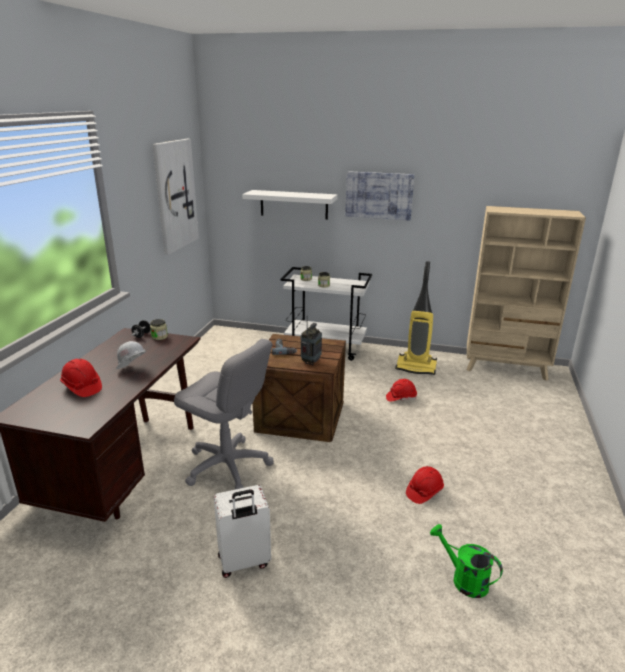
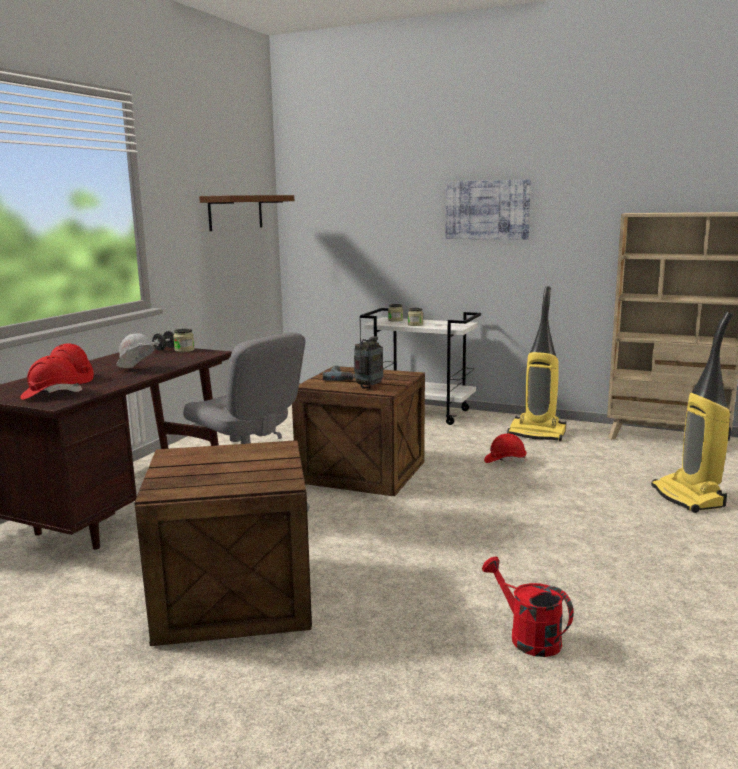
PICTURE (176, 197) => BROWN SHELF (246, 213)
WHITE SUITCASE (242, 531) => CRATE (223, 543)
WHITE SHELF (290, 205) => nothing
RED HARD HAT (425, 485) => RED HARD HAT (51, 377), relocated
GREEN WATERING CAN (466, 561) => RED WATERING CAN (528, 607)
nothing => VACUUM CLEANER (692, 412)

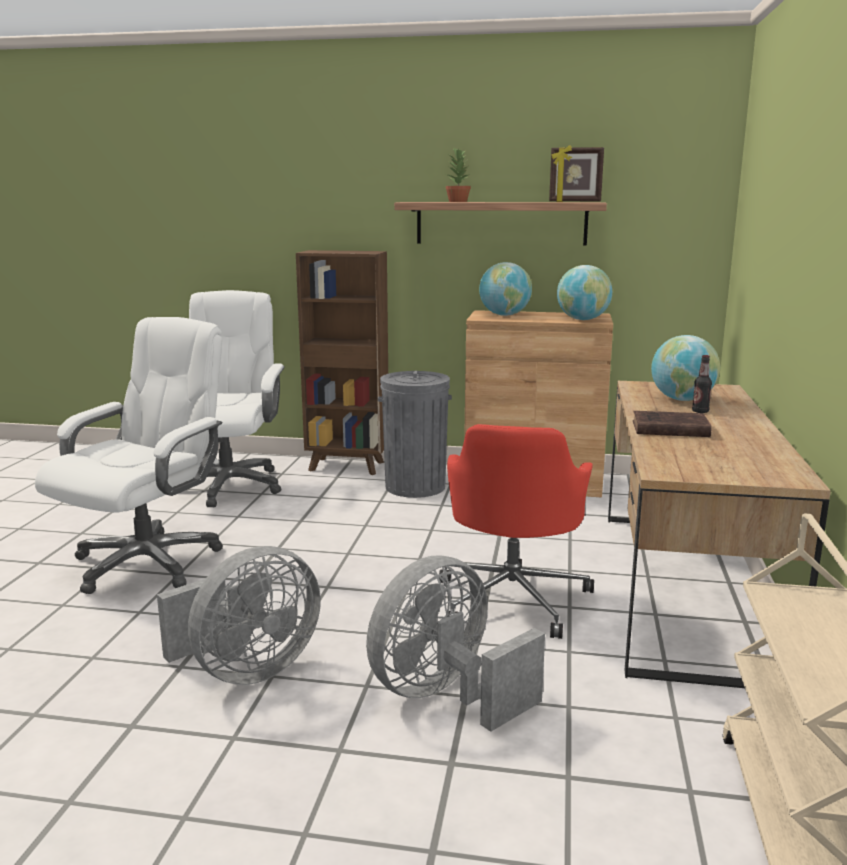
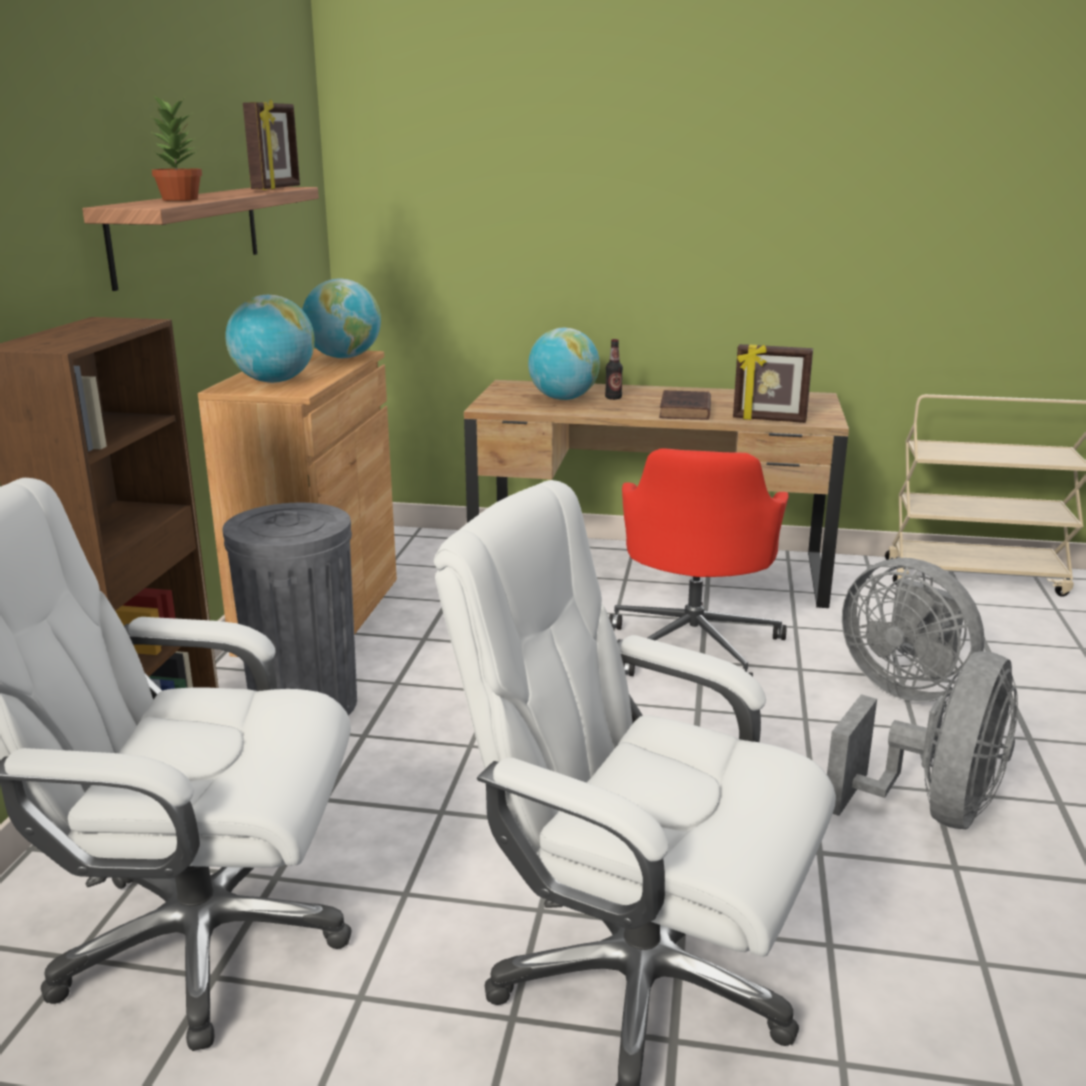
GREY FAN (239, 615) => GREY FAN (922, 740), 75 degrees clockwise
RED OFFICE CHAIR (516, 531) => RED OFFICE CHAIR (699, 562), 90 degrees clockwise
nothing => PICTURE FRAME (773, 383)

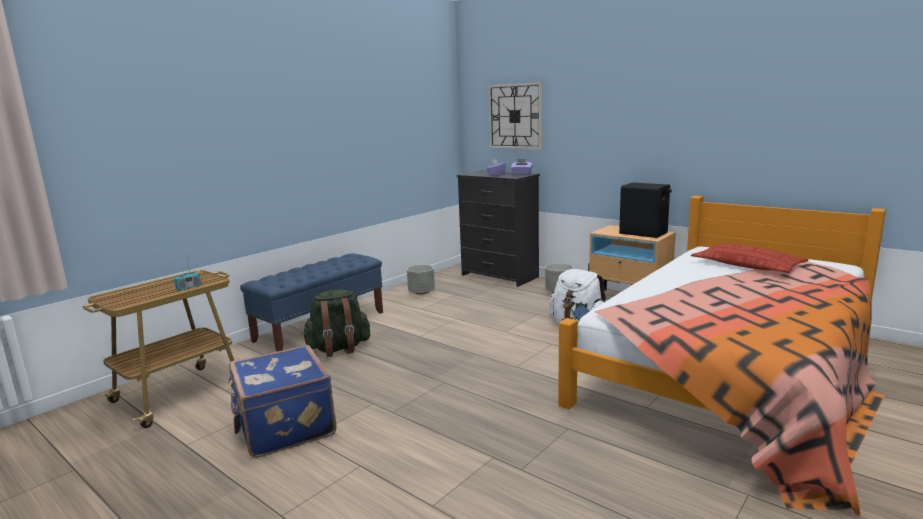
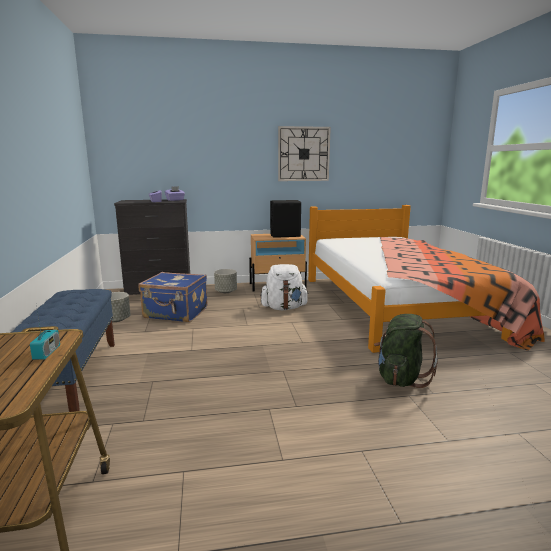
BLUE SUITCASE (282, 401) => BLUE SUITCASE (173, 297), relocated
GREEN BACKPACK (336, 323) => GREEN BACKPACK (406, 351), relocated
WALL CLOCK (515, 115) => WALL CLOCK (304, 153), relocated
PILLOW (749, 258) => nothing

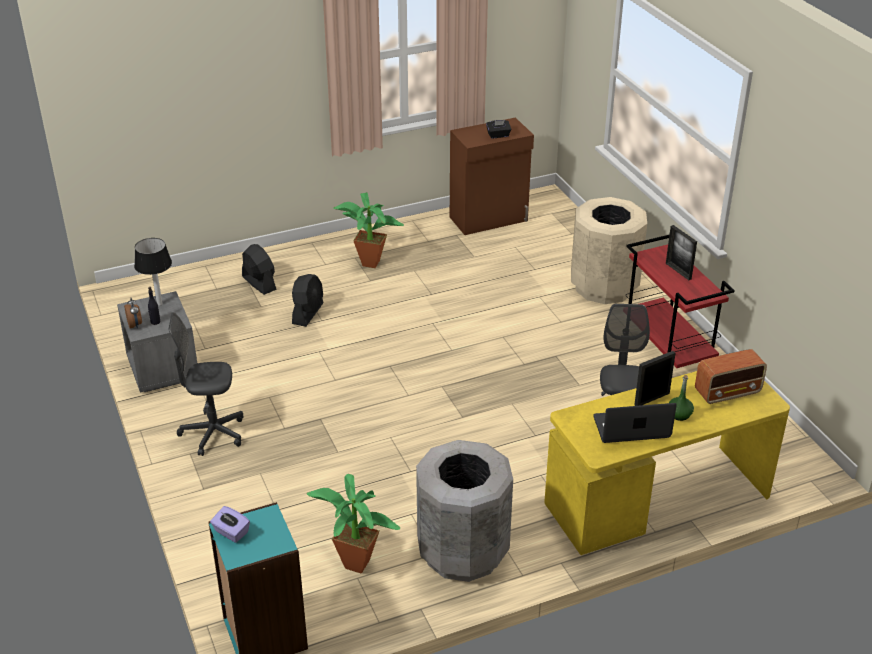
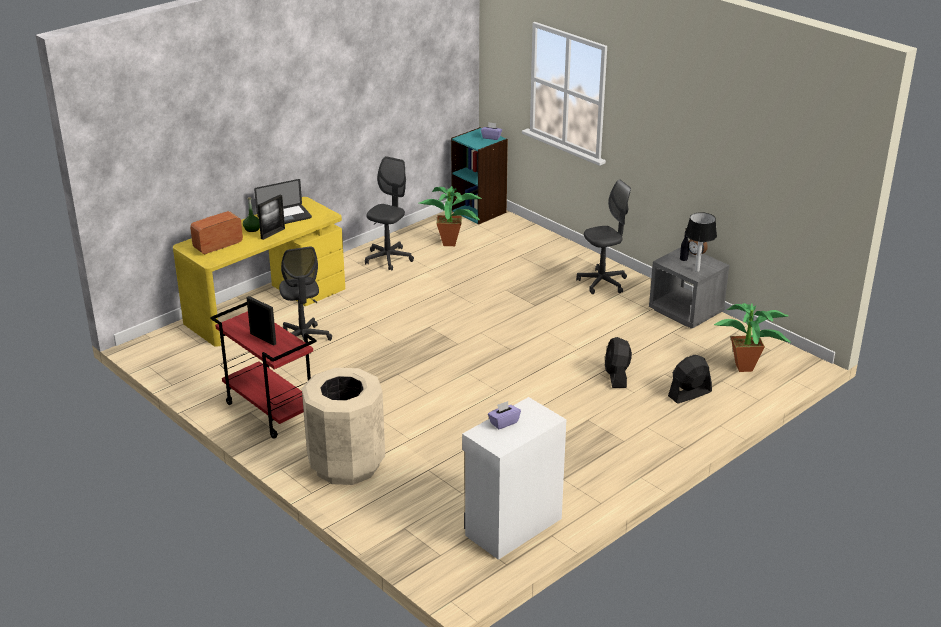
BLACK FAN (259, 269) => BLACK FAN (690, 379), 120 degrees clockwise
POTTED PLANT (369, 230) => POTTED PLANT (752, 337), relocated
GREY TRASH CAN (464, 511) => GREY OFFICE CHAIR (389, 213)
BROWN CABINET (492, 176) => WHITE CABINET (514, 478)
BLACK TISSUE BOX (498, 129) => PURPLE TISSUE BOX (504, 415)

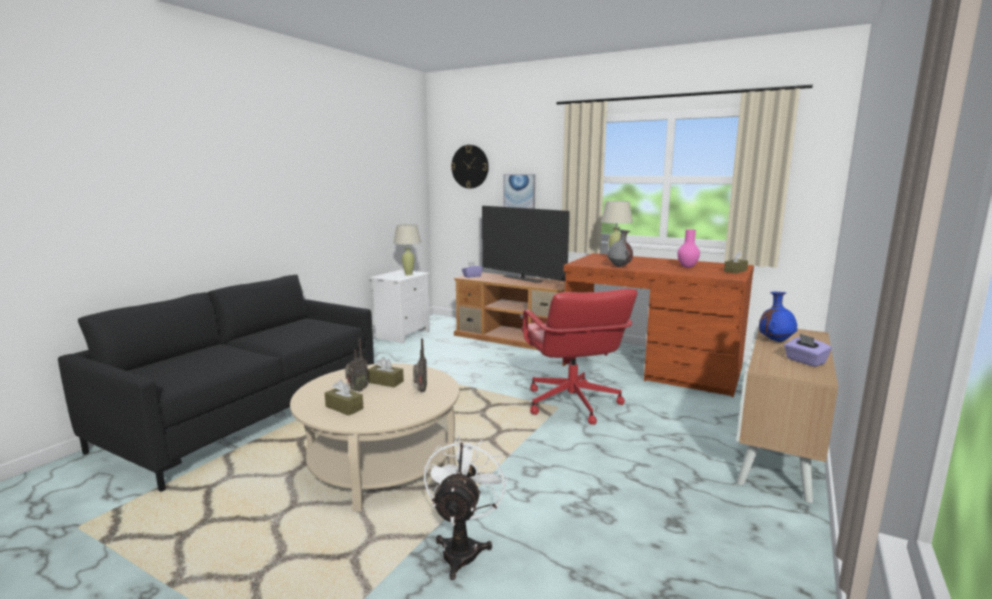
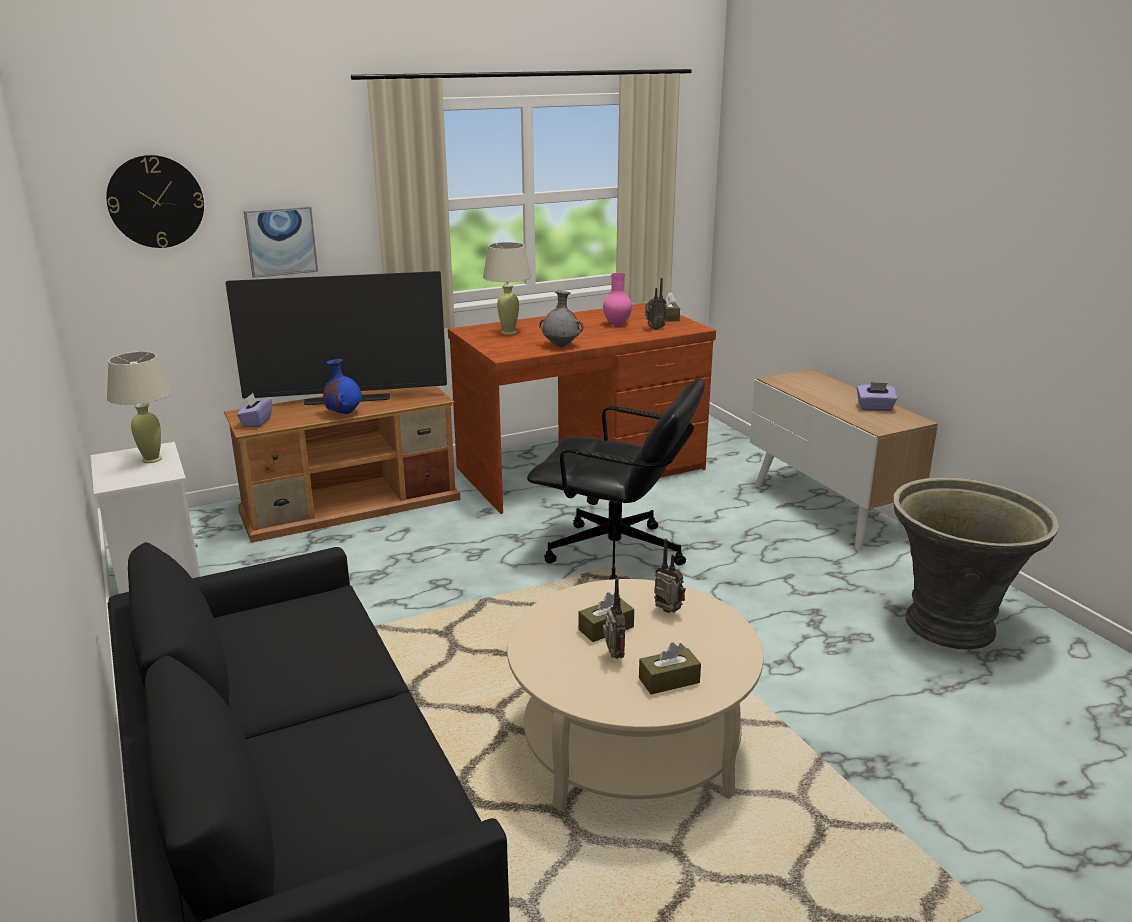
WHITE FAN (465, 508) => nothing
RED OFFICE CHAIR (579, 357) => BLACK OFFICE CHAIR (616, 479)
BLUE VASE (778, 317) => BLUE VASE (342, 386), relocated
nothing => RADIO (656, 304)
nothing => GREY PLANTER (976, 563)

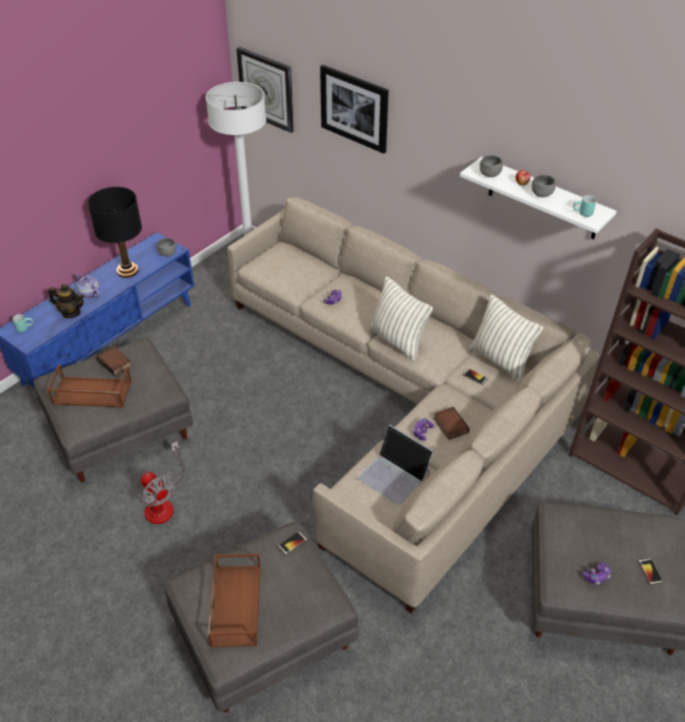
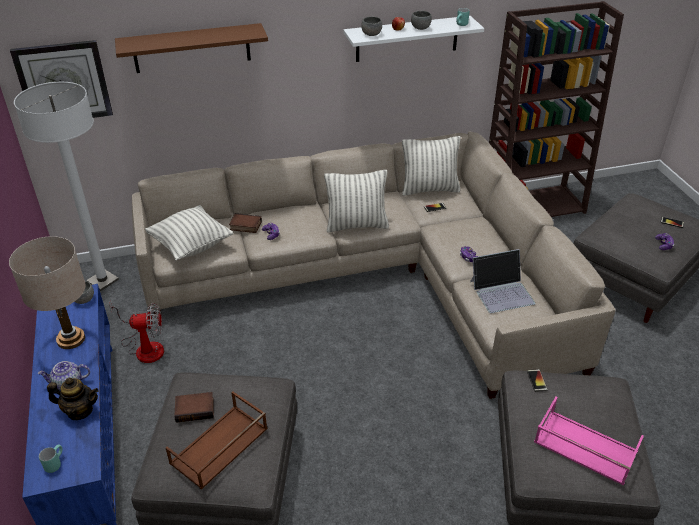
TEAPOT (66, 301) => TEAPOT (73, 399), 45 degrees clockwise
BLACK TABLE LAMP (115, 232) => BEIGE TABLE LAMP (47, 292)
FAN (162, 482) => FAN (136, 332), relocated
BROWN TRAY (234, 600) => PINK TRAY (589, 441)
PICTURE (354, 109) => BROWN SHELF (191, 48)
BOOK (452, 423) => BOOK (245, 223), relocated
nothing => PILLOW (189, 233)

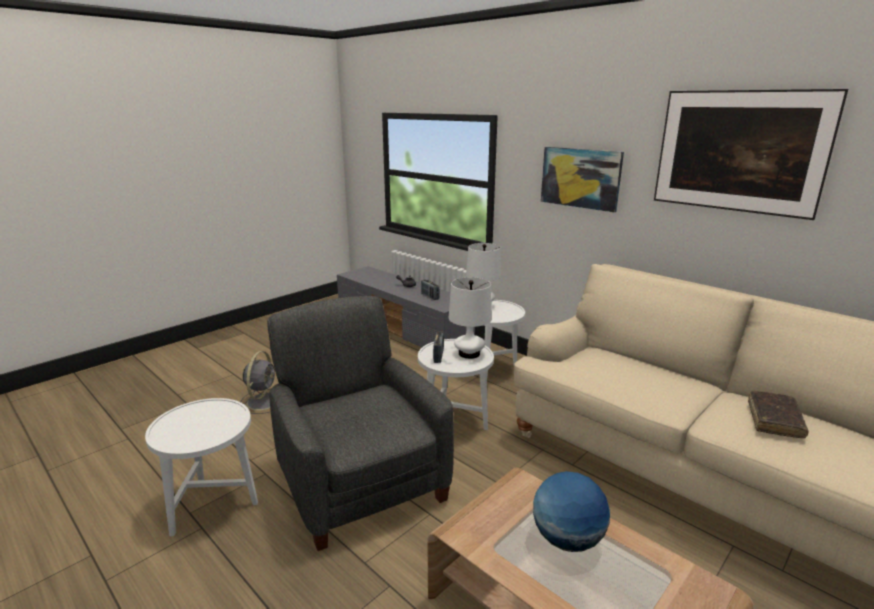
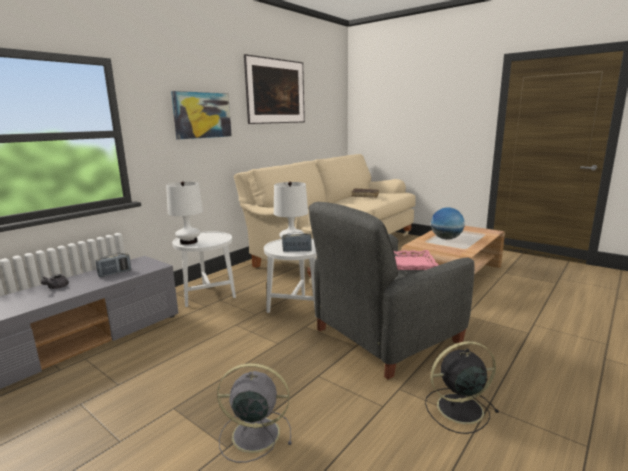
WHITE SIDE TABLE (201, 467) => BLACK FAN (462, 387)
nothing => PINK TRAY (416, 260)

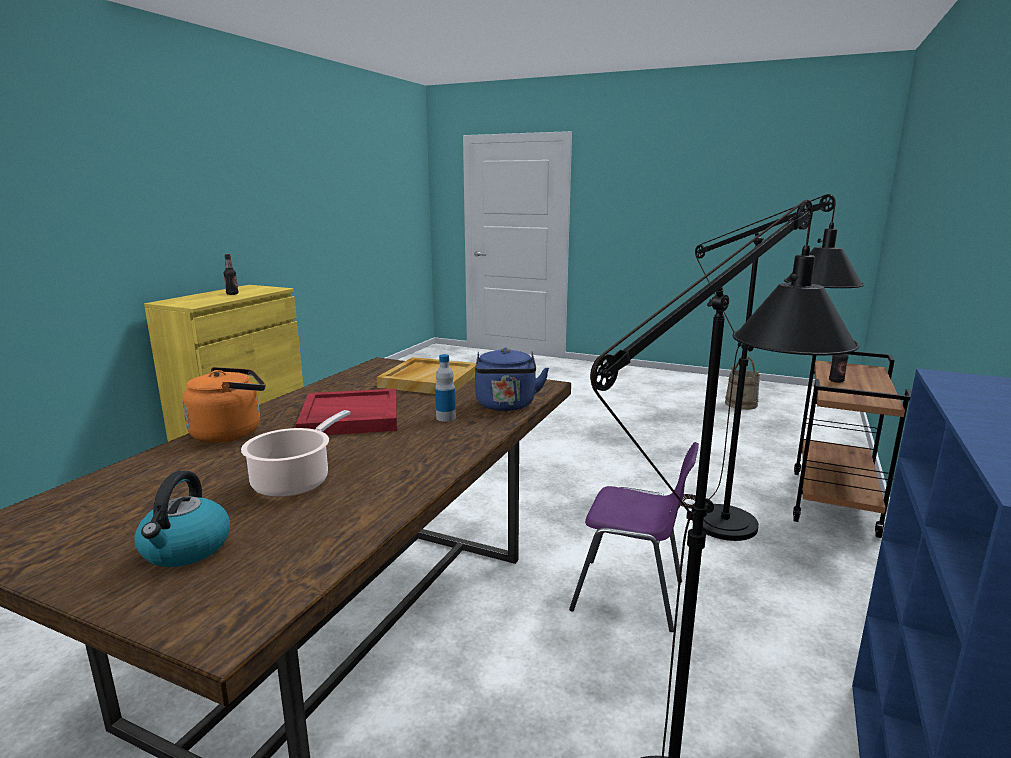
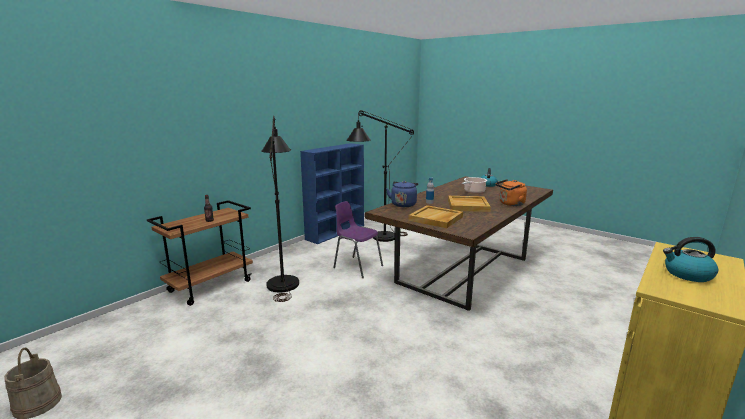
BOTTLE (231, 274) => KETTLE (690, 259)
RED TRAY (346, 412) => BEIGE TRAY (469, 204)

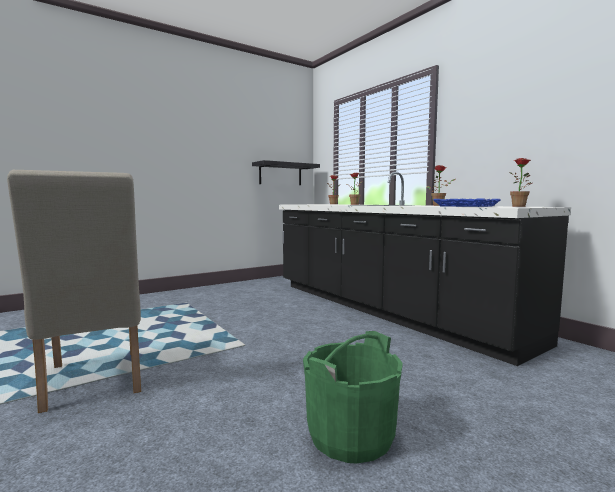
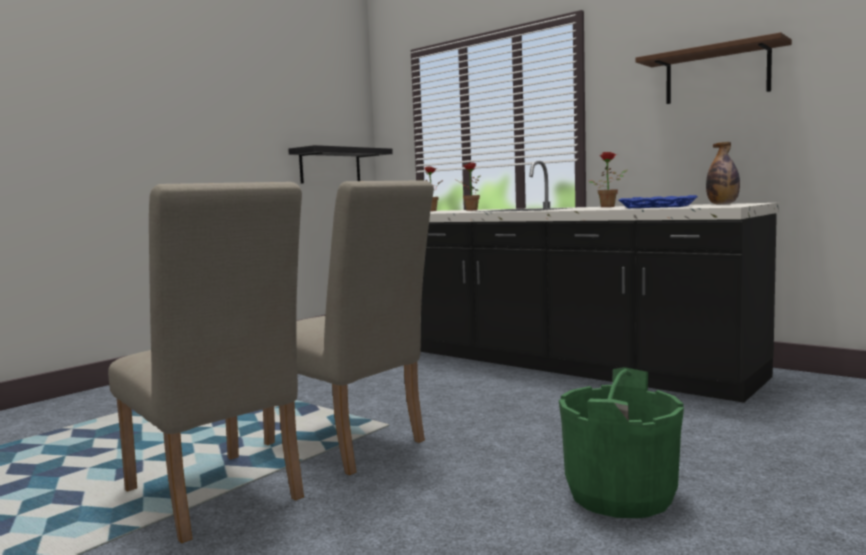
POTTED PLANT (521, 182) => BOTTLE (723, 173)
nothing => BEIGE CHAIR (348, 327)
nothing => BROWN SHELF (714, 68)

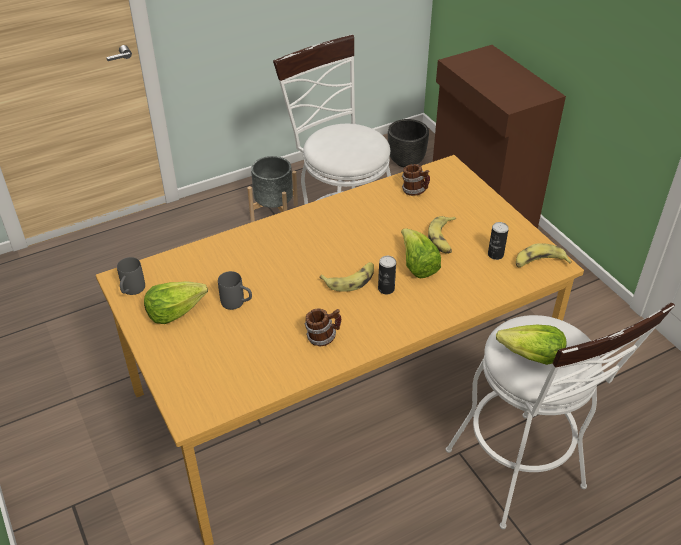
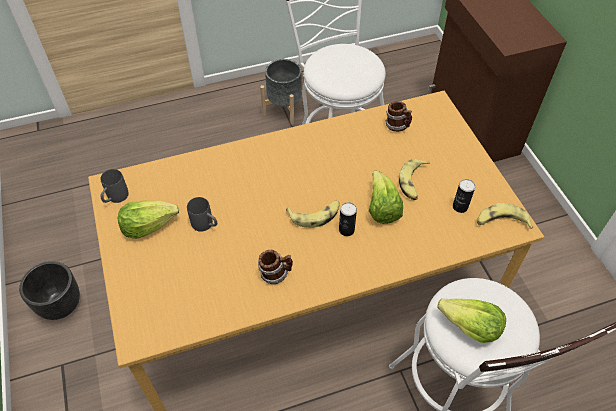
BLACK PLANTER (408, 143) => BLACK PLANTER (49, 290), relocated

